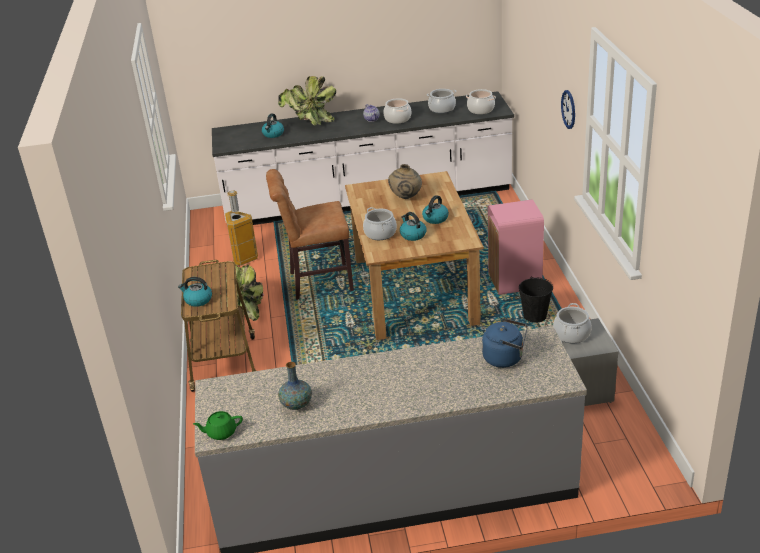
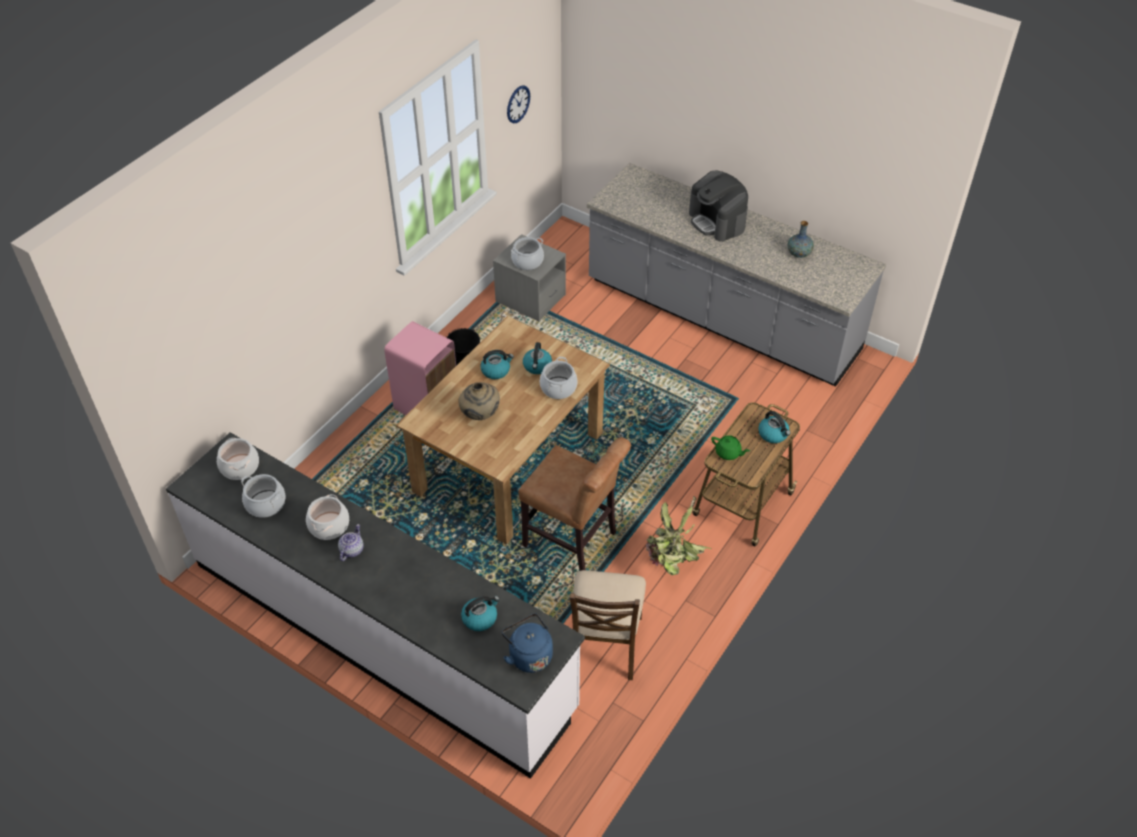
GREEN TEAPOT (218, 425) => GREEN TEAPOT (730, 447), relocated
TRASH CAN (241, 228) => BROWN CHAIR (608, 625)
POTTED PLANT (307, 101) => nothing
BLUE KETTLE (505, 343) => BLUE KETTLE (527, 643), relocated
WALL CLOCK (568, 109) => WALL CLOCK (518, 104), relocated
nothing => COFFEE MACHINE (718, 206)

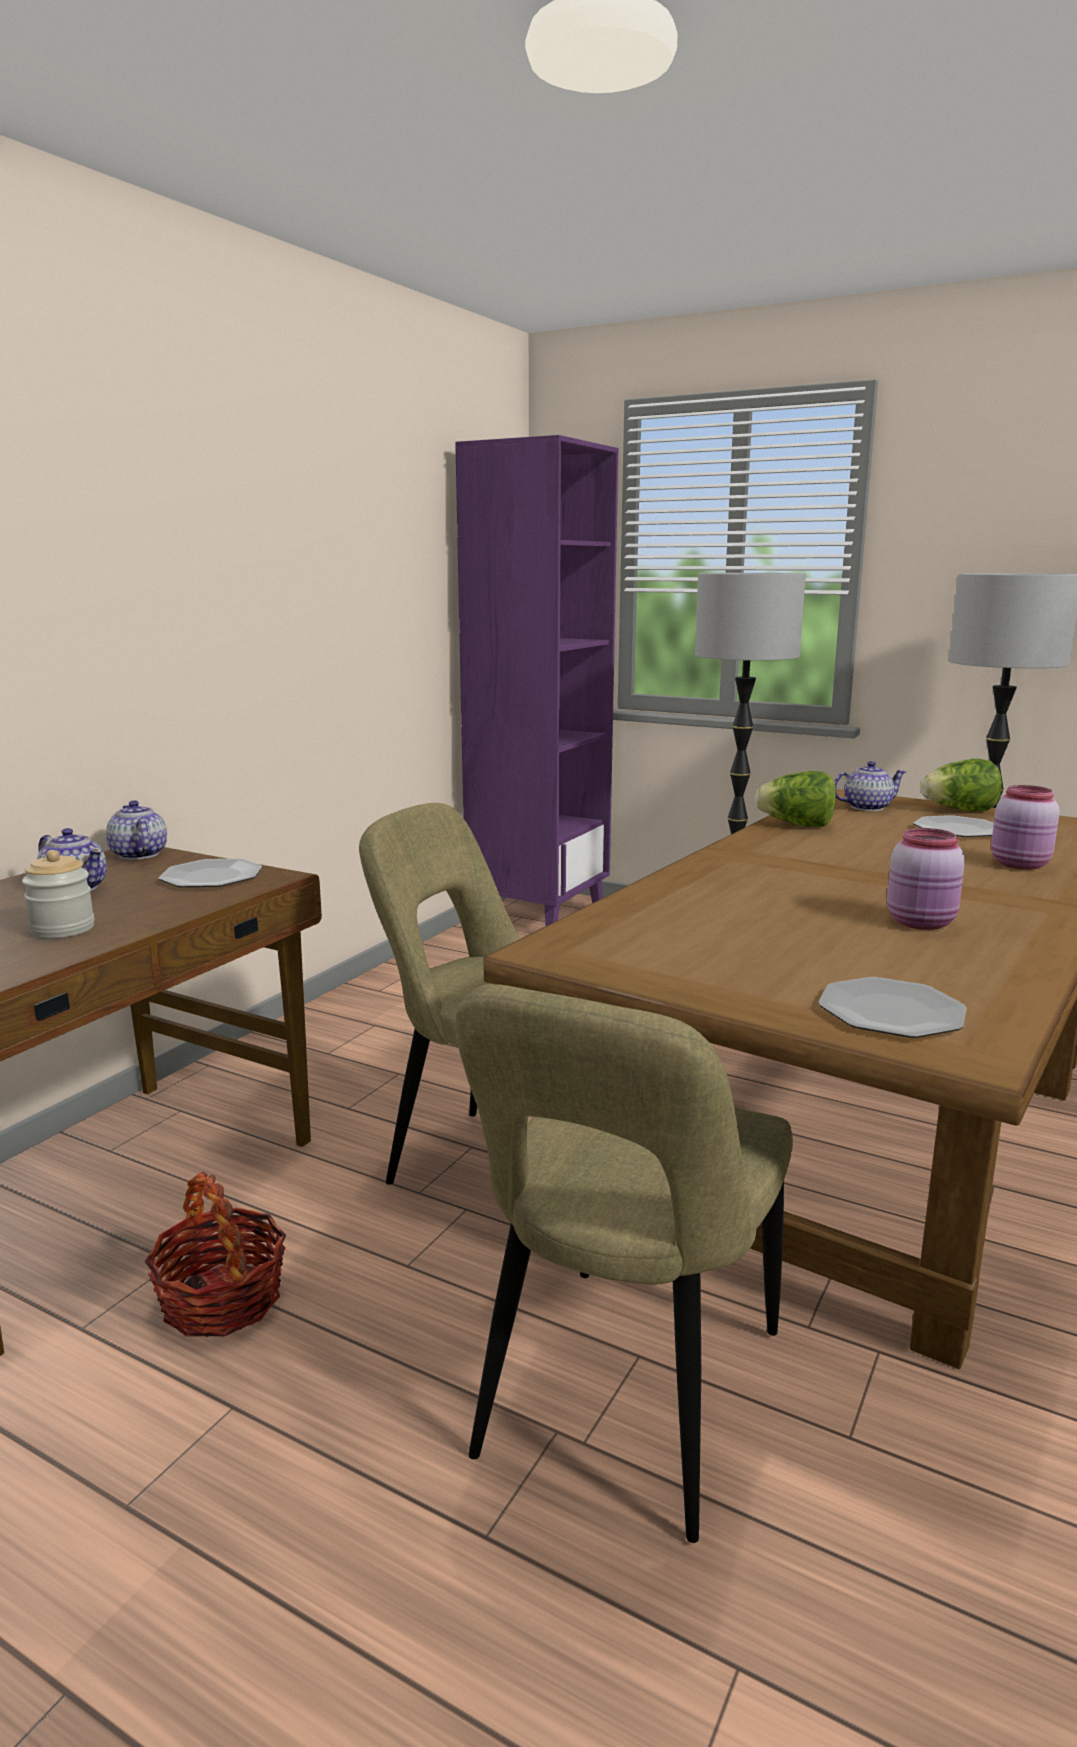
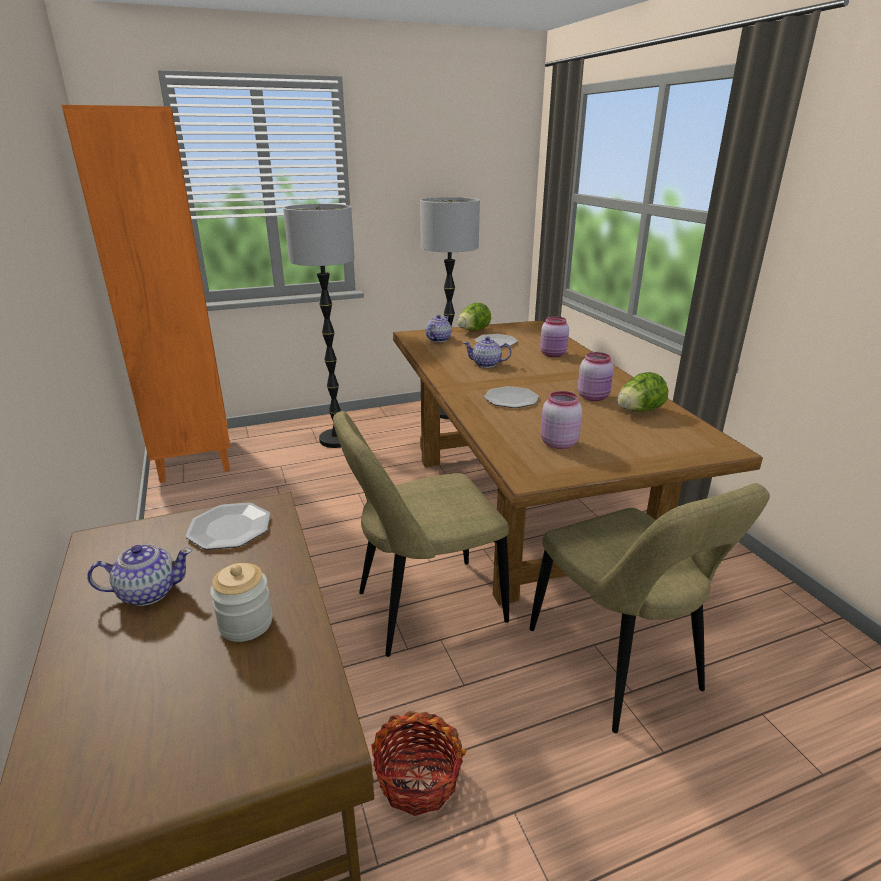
TEAPOT (136, 830) => TEAPOT (487, 352), relocated
PURPLE BOOKCASE (536, 680) => ORANGE BOOKCASE (146, 294)
LETTUCE (795, 799) => LETTUCE (642, 392), relocated
PLATE (892, 1007) => PLATE (511, 397), relocated
nothing => PINK JAR (561, 420)

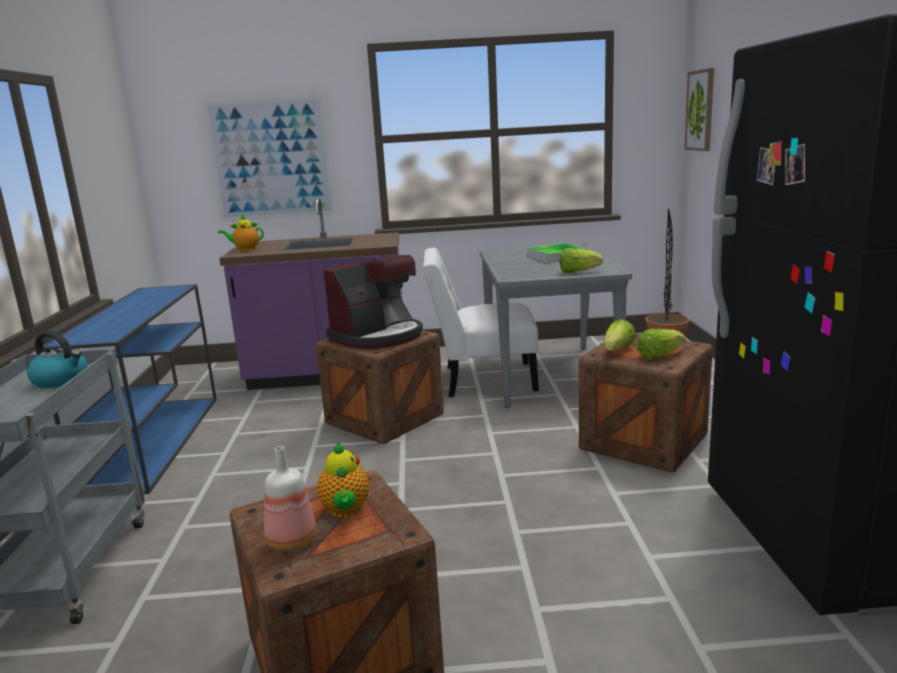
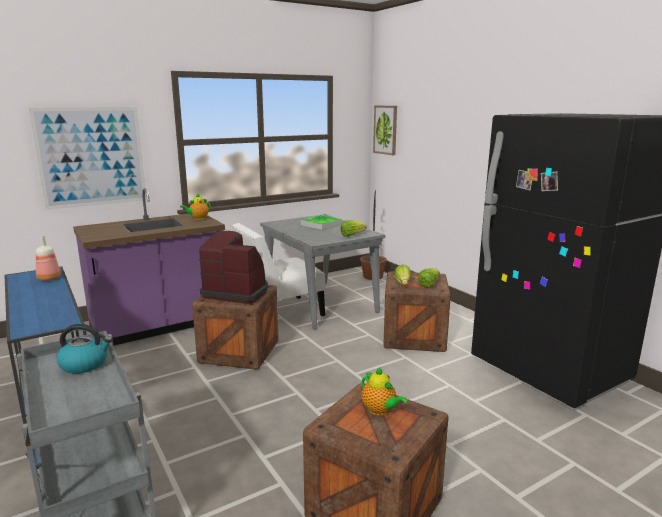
TEAPOT (241, 232) => TEAPOT (195, 206), relocated
BOTTLE (290, 499) => BOTTLE (48, 258), relocated
COFFEE MACHINE (373, 302) => COFFEE MACHINE (233, 267), 90 degrees counterclockwise

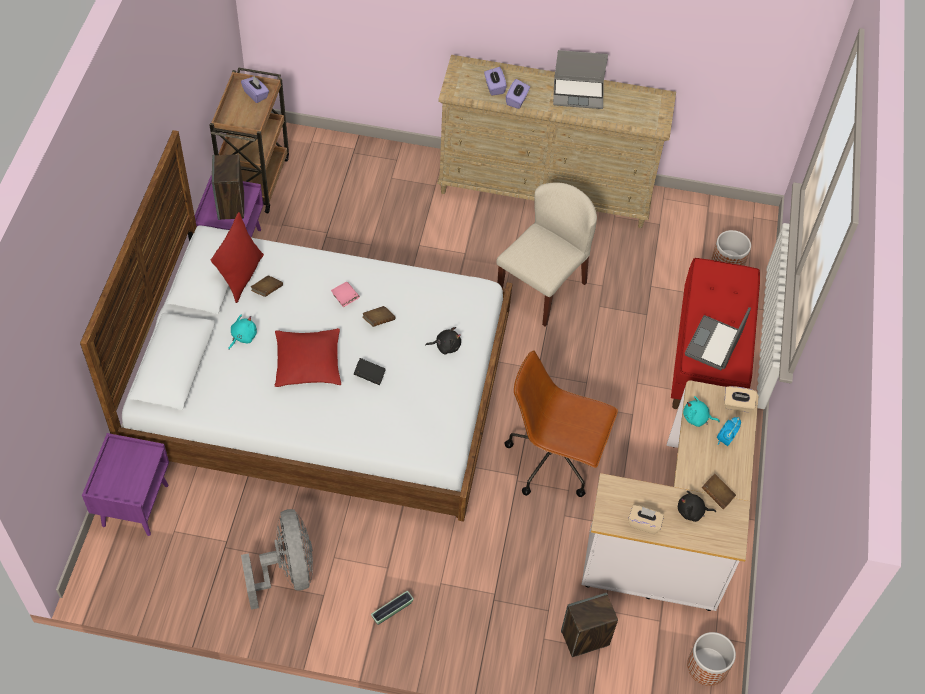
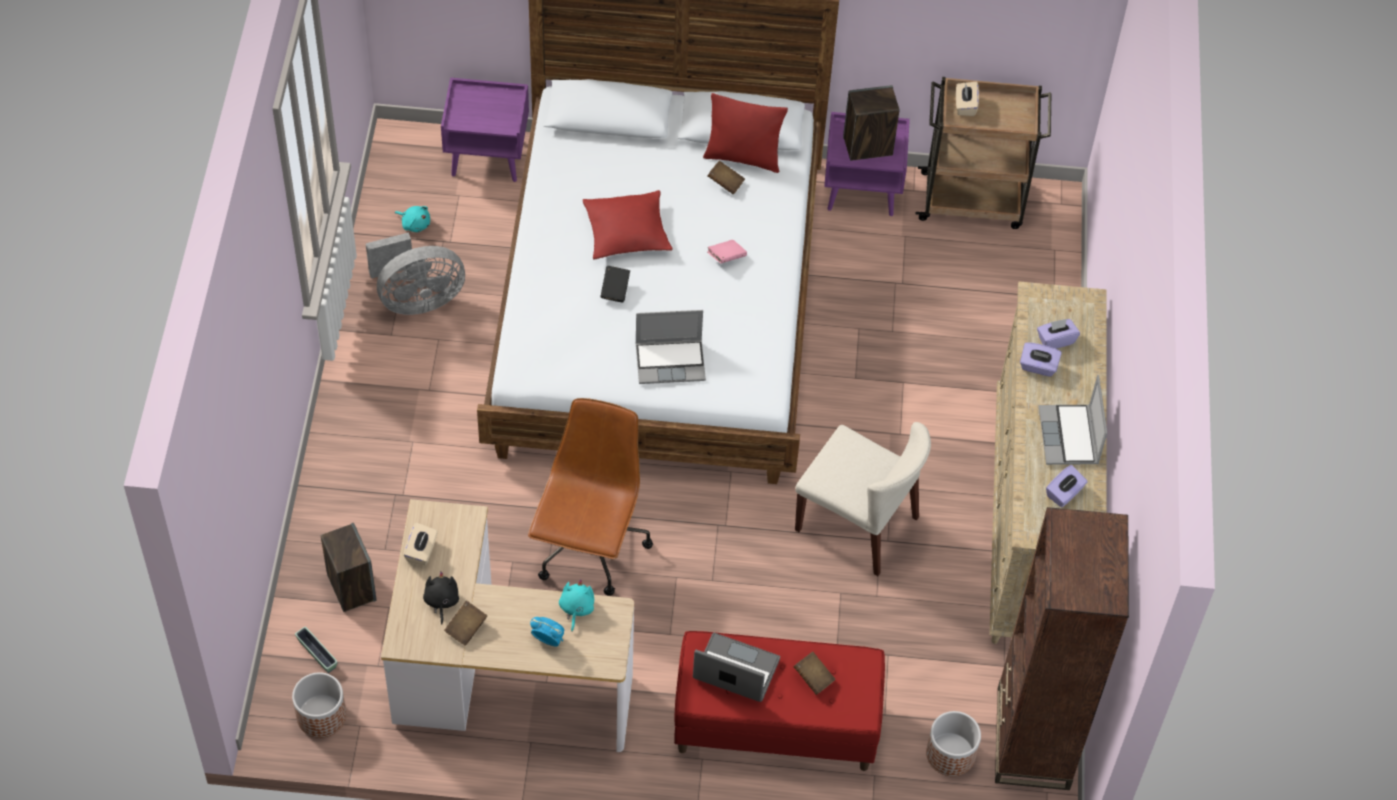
TURQUOISE PLUSH TOY (243, 331) => TURQUOISE PLUSH TOY (412, 219), relocated
PURPLE TISSUE BOX (255, 89) => PURPLE TISSUE BOX (1066, 486), relocated
BROWN BOOK (378, 316) => BROWN BOOK (814, 673), relocated
PLANTER (392, 608) => PLANTER (316, 650), relocated
BLACK PLUSH TOY (443, 340) => LAPTOP (671, 347)
BEIGE TISSUE BOX (740, 399) => BEIGE TISSUE BOX (967, 99), relocated
nothing => BROWN BOOKCASE (1062, 648)

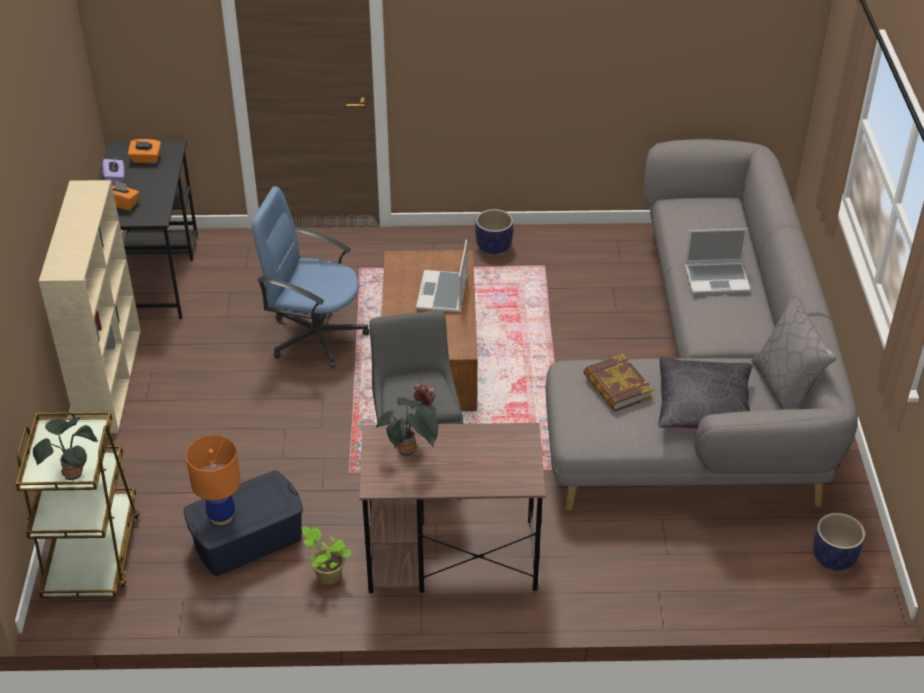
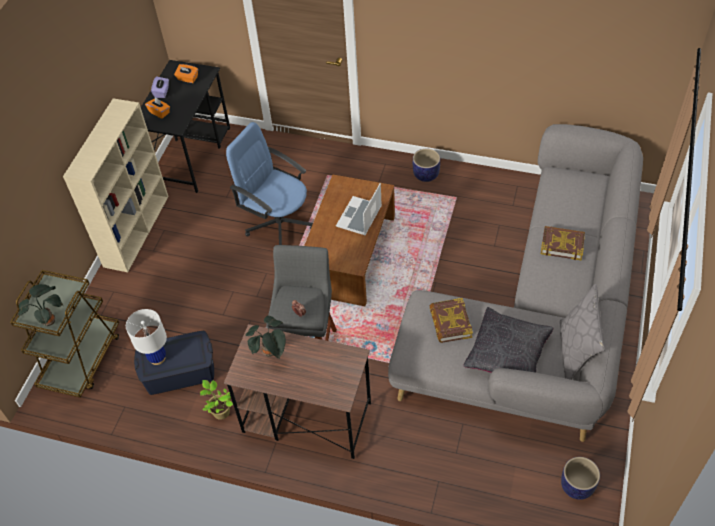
ORANGE TABLE LAMP (213, 480) => WHITE TABLE LAMP (146, 337)
LAPTOP (718, 261) => BOOK (563, 243)

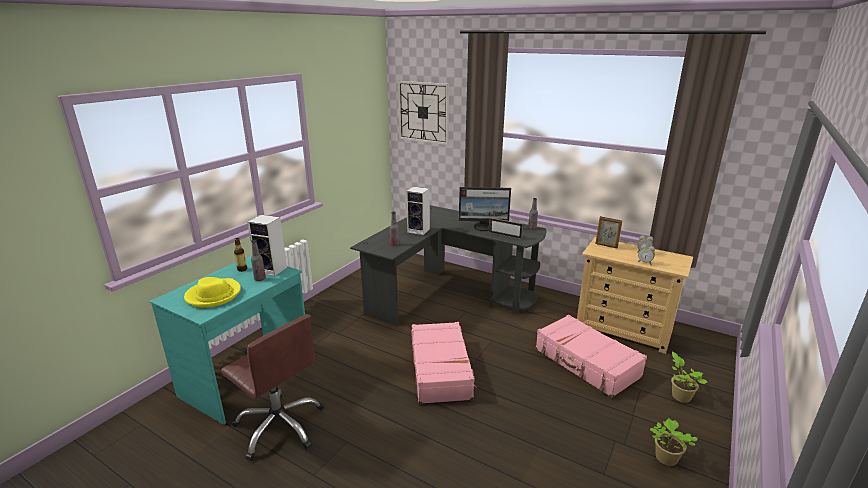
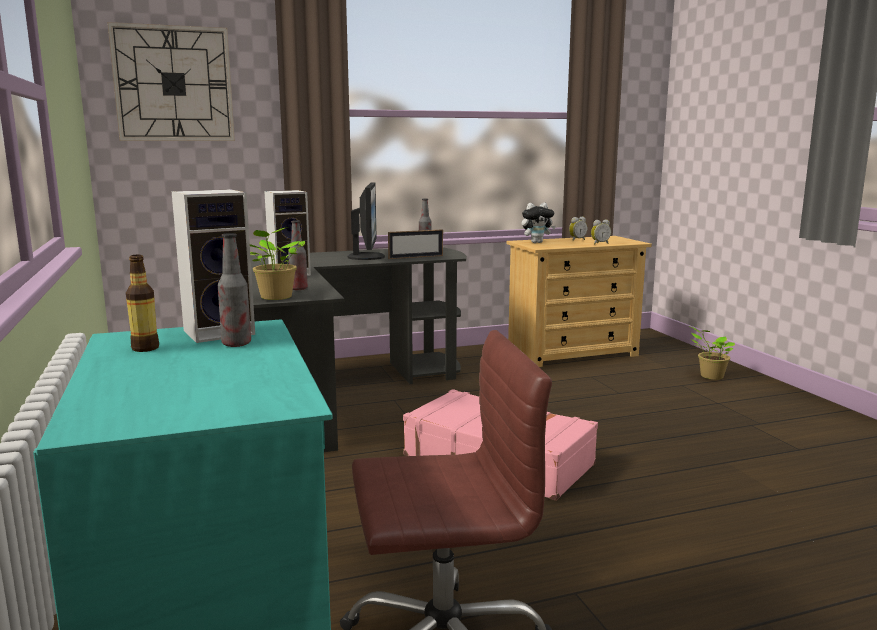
YELLOW HAT (212, 292) => nothing
MONITOR (485, 209) => MONITOR (366, 221), 45 degrees counterclockwise
PINK SUITCASE (591, 356) => nothing
PICTURE FRAME (609, 232) => PLUSH TOY (539, 223)
POTTED PLANT (674, 442) => POTTED PLANT (277, 263), relocated

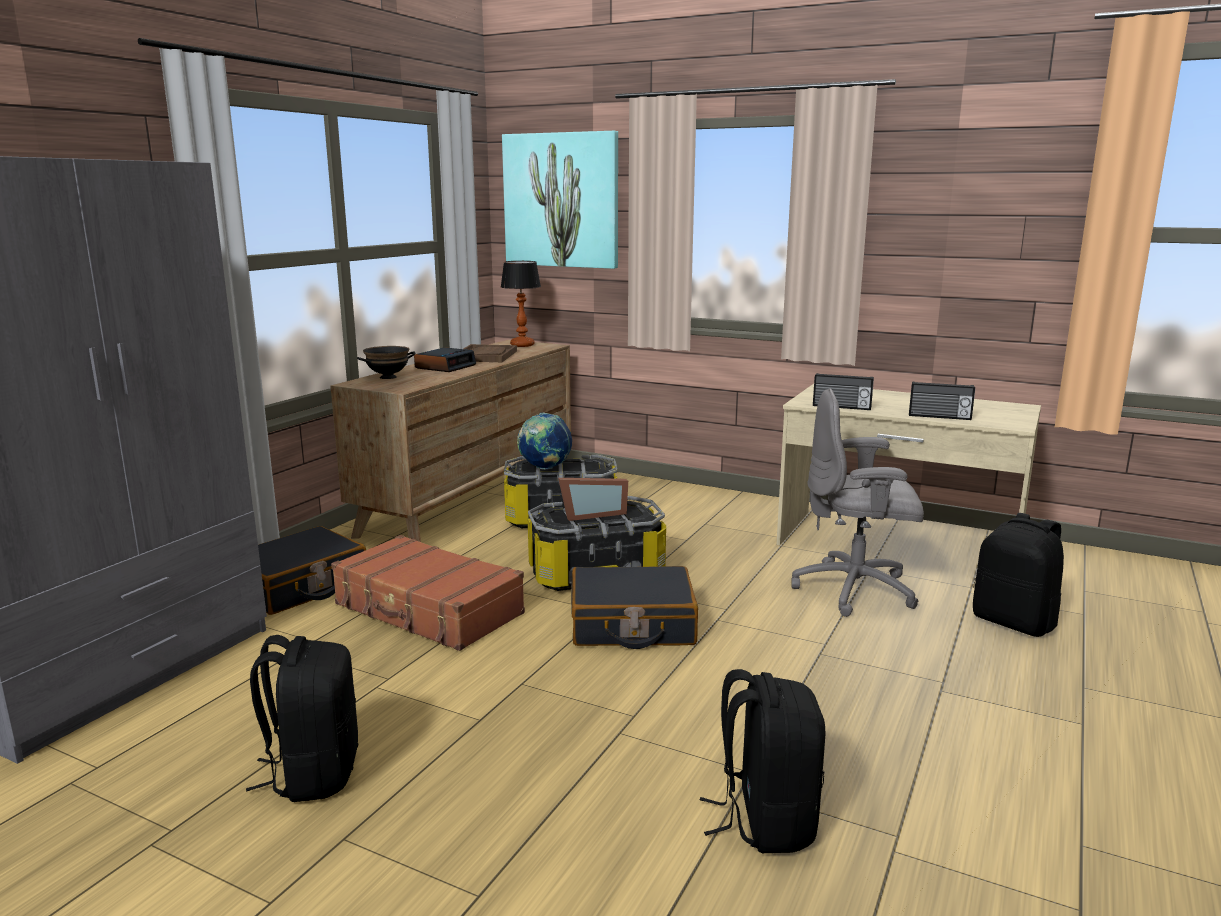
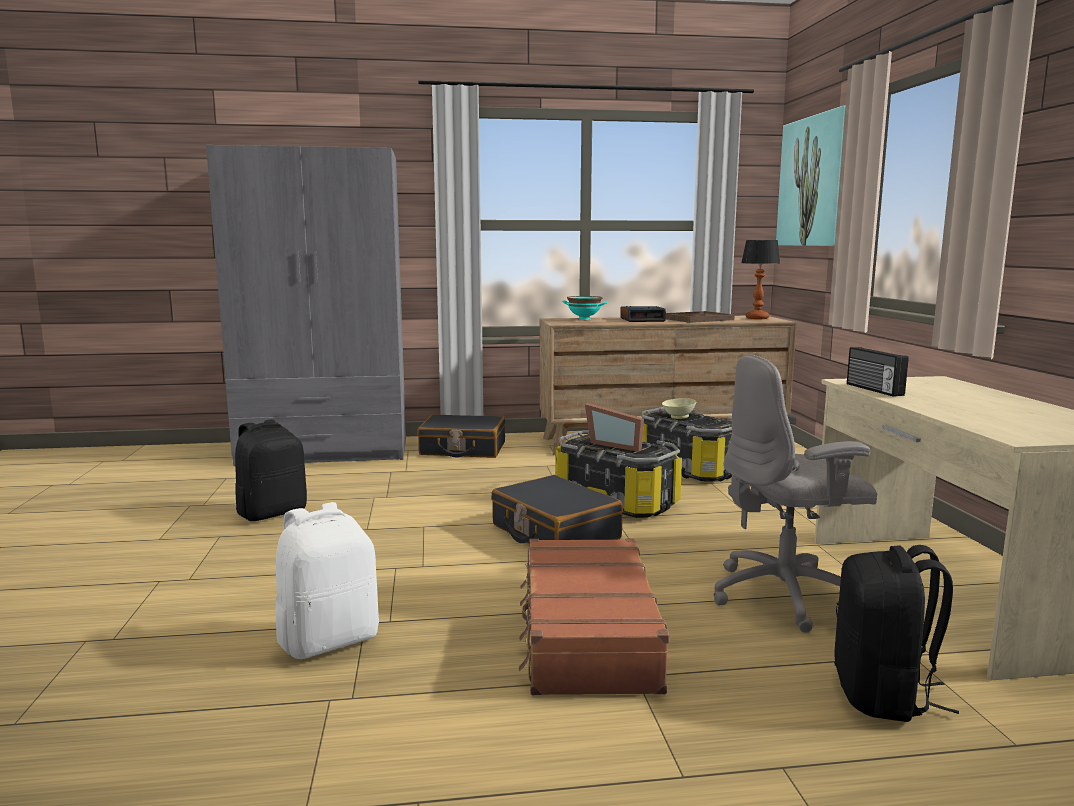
BROWN SUITCASE (428, 593) => BROWN SUITCASE (594, 616), relocated
BLACK BOWL (386, 362) => TURQUOISE BOWL (584, 308)
GLOBE (544, 441) => BEIGE BOWL (679, 408)
BLACK BACKPACK (762, 761) => WHITE BACKPACK (327, 580)
GREY OFFICE CHAIR (857, 502) => GREY OFFICE CHAIR (795, 494), 75 degrees counterclockwise
RADIO (942, 401) => nothing

